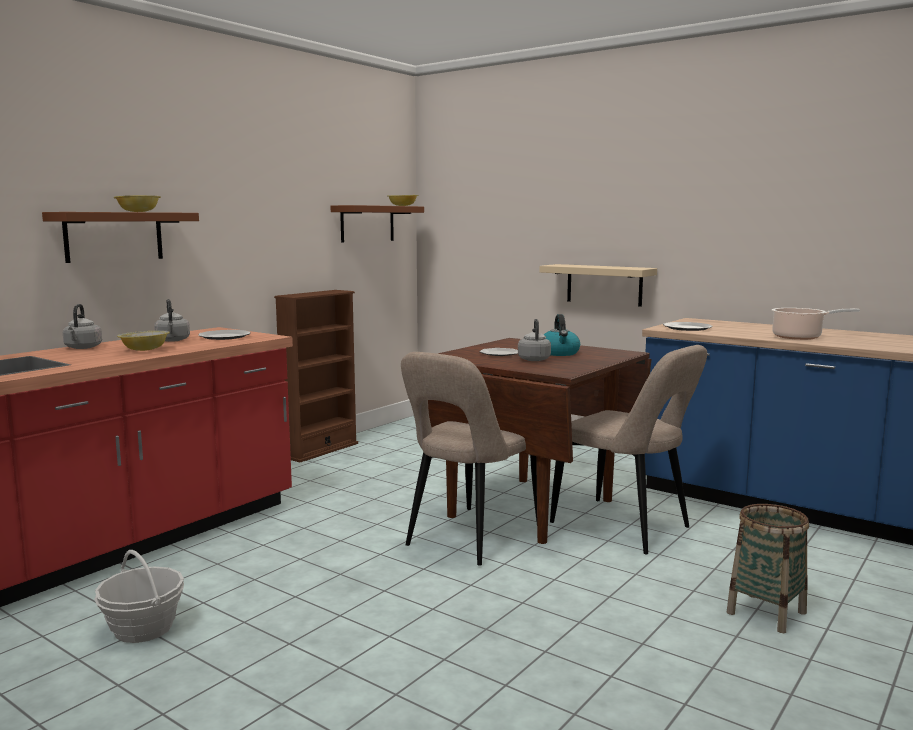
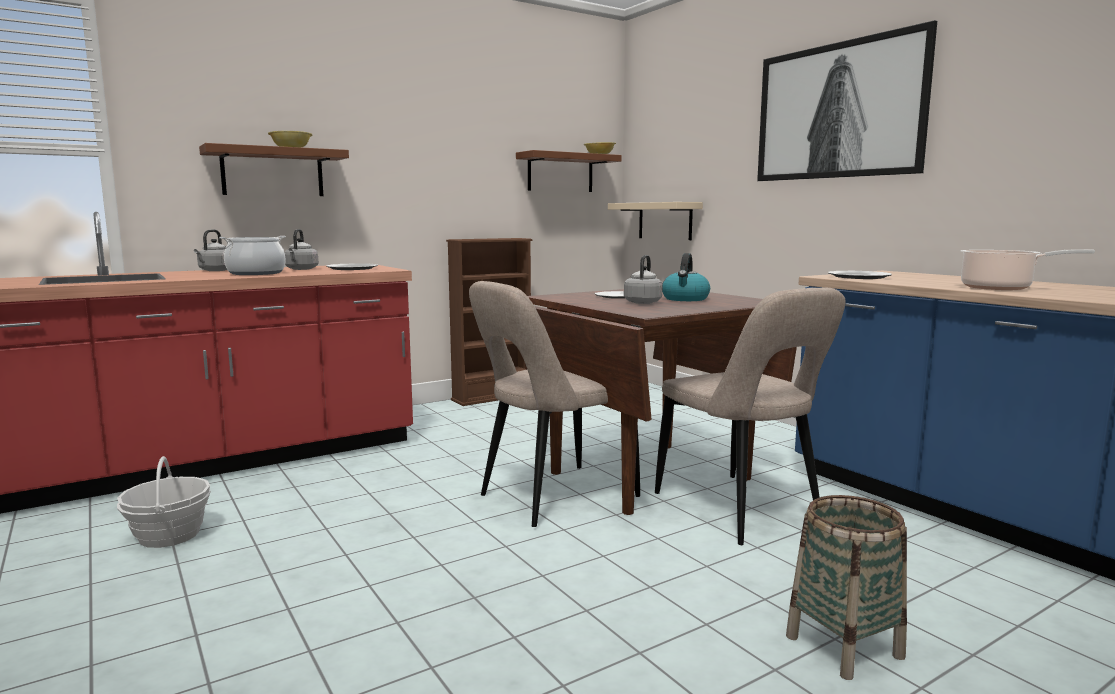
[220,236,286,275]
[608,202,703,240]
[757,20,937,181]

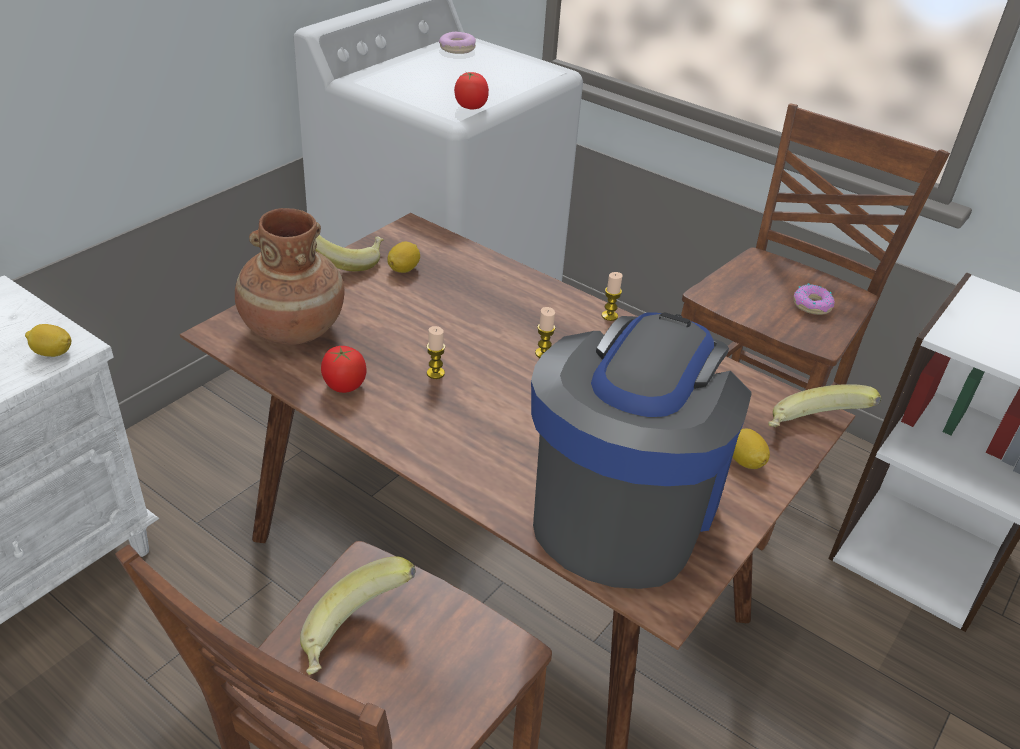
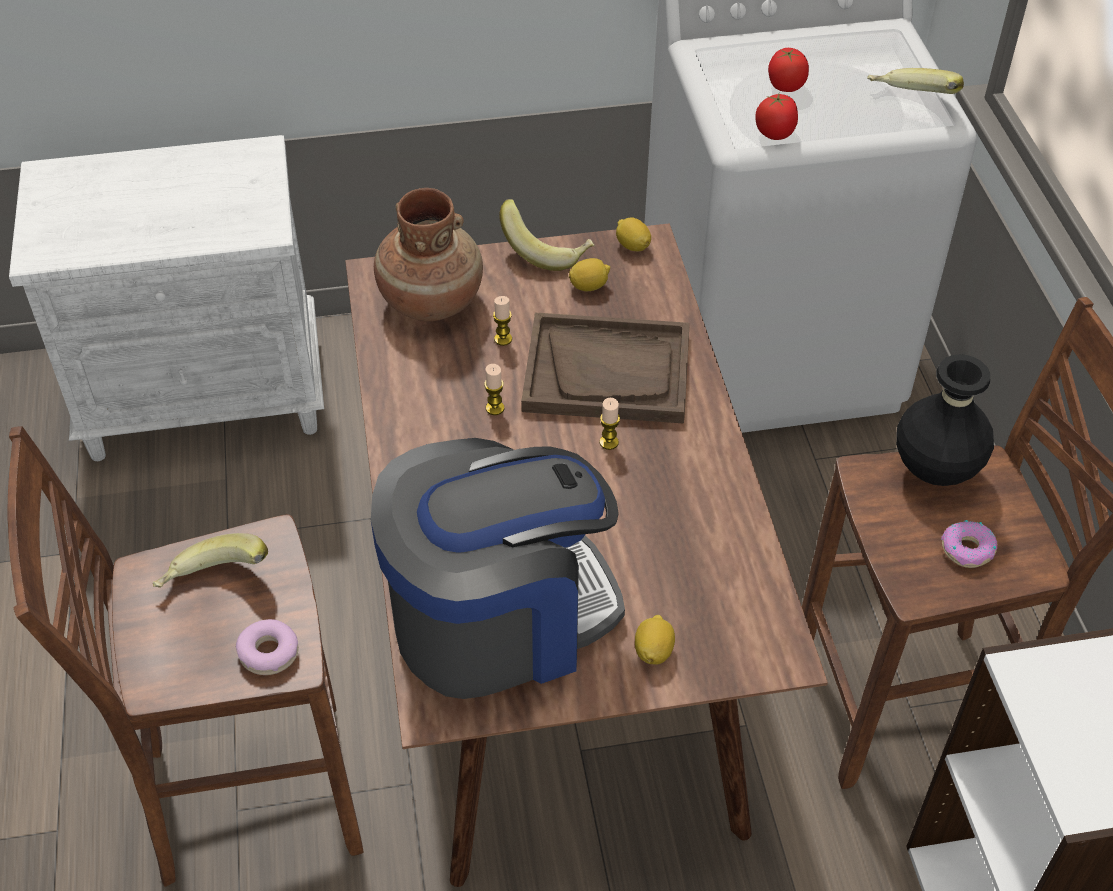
[236,619,299,675]
[493,296,512,346]
[521,313,690,424]
[616,217,651,251]
[768,48,809,92]
[867,68,964,94]
[896,354,994,486]

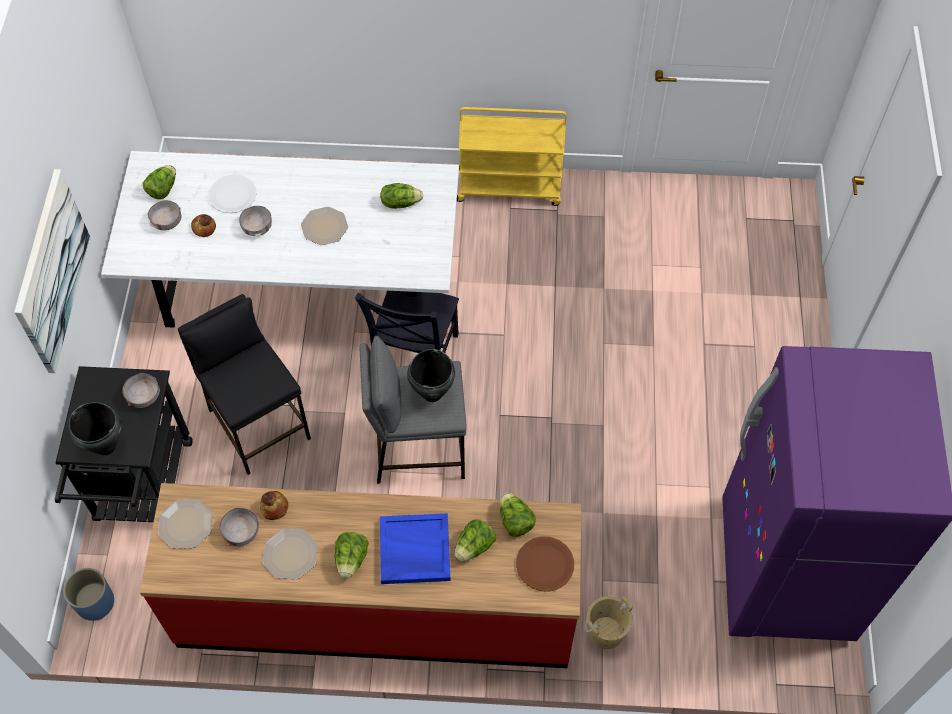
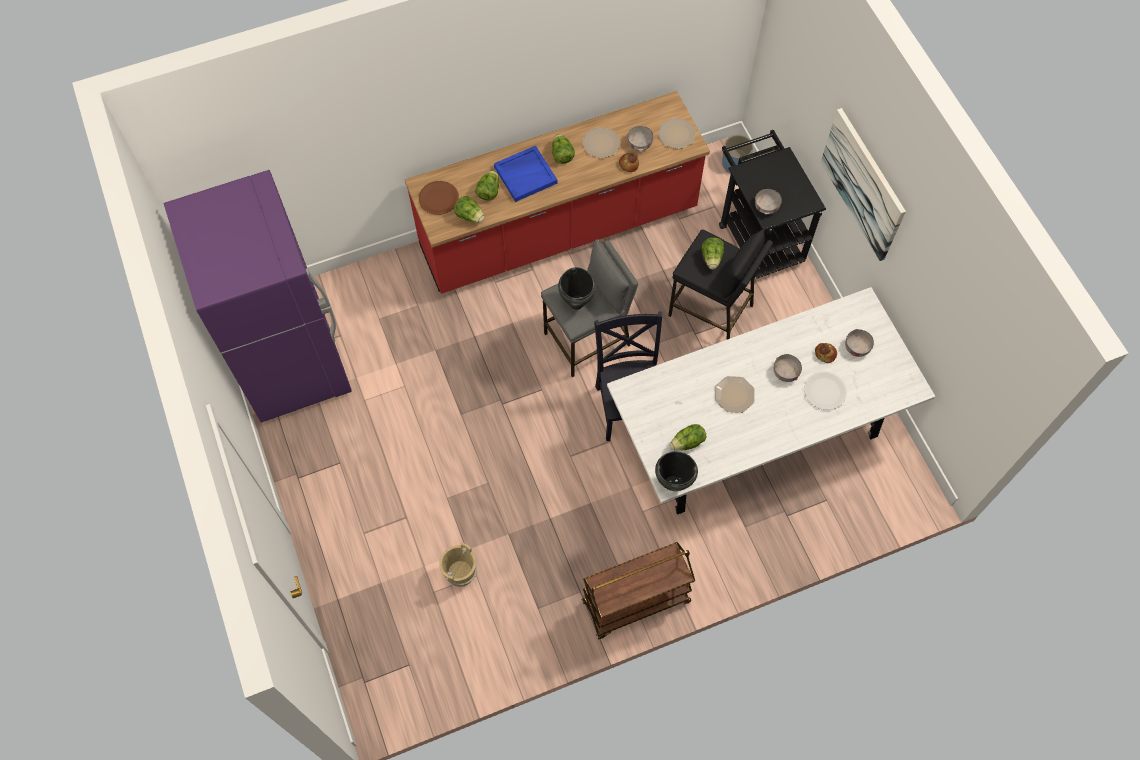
[439,543,477,587]
[582,542,695,639]
[655,451,698,491]
[701,238,724,269]

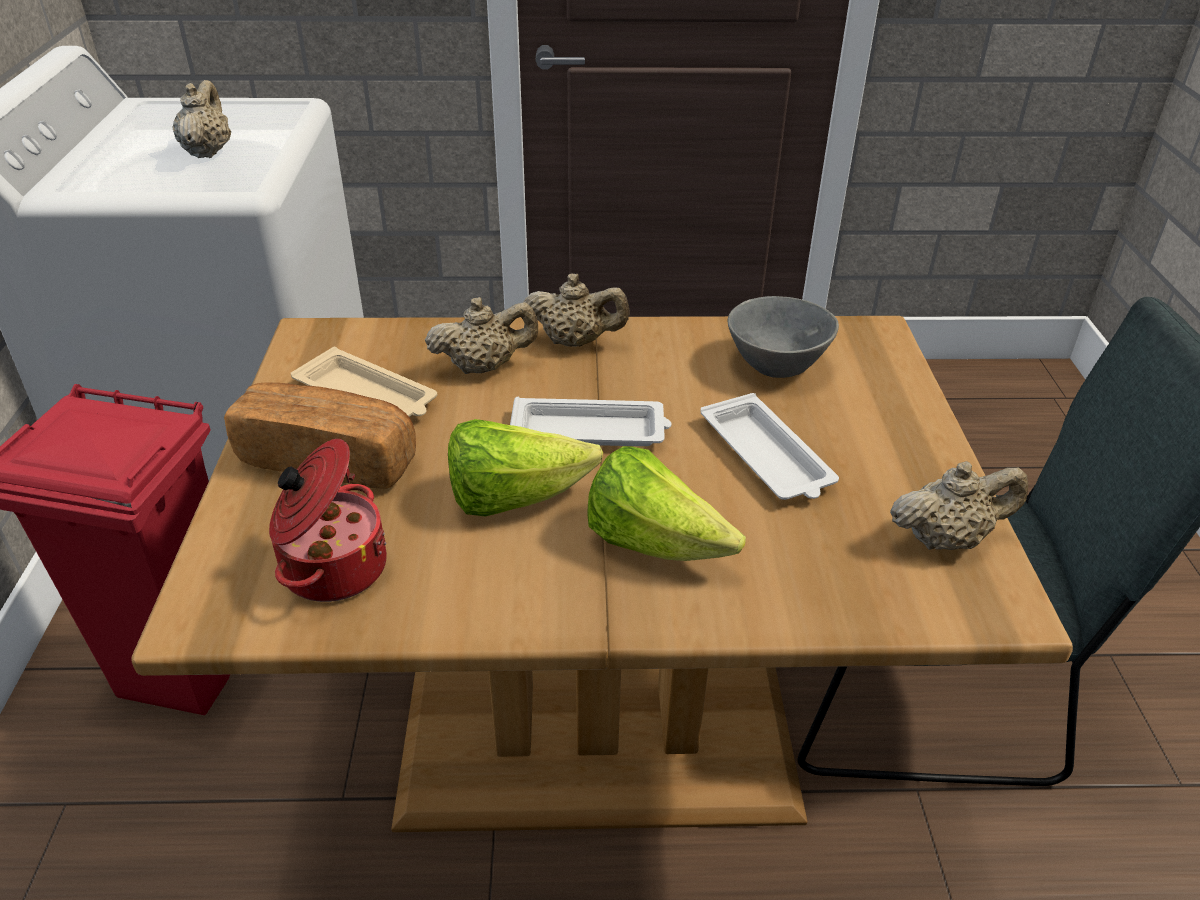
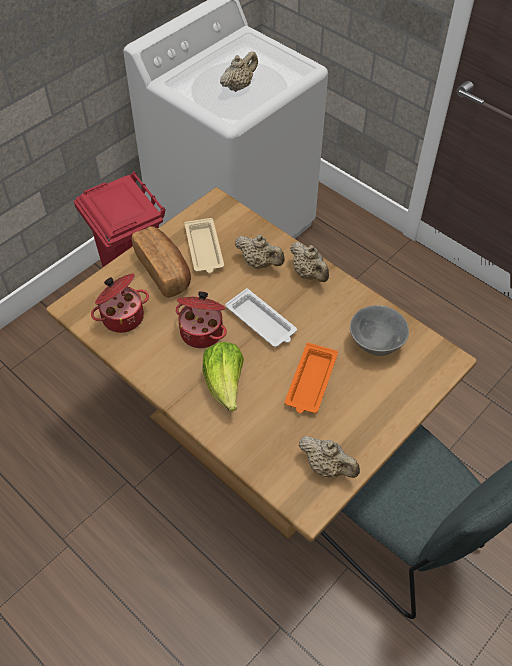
[176,291,227,348]
[285,343,338,413]

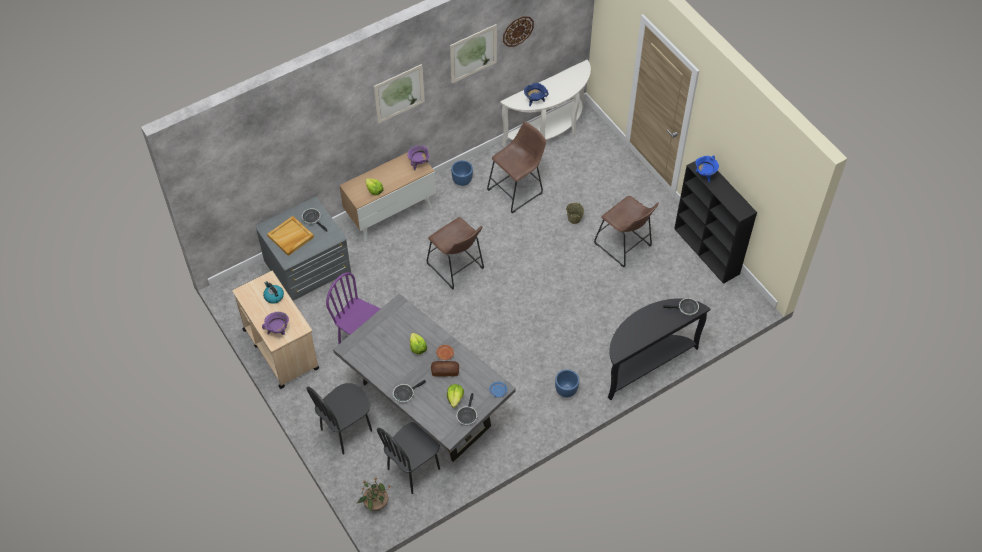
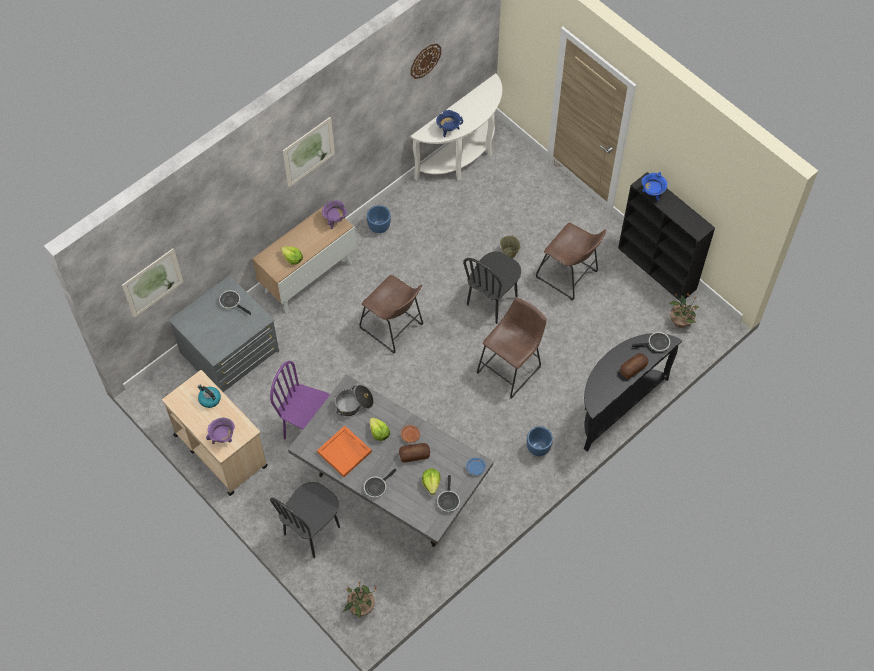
[122,248,183,318]
[317,426,372,477]
[335,385,374,416]
[463,252,521,324]
[477,297,547,398]
[620,353,648,379]
[669,293,699,328]
[267,216,314,256] (first image)

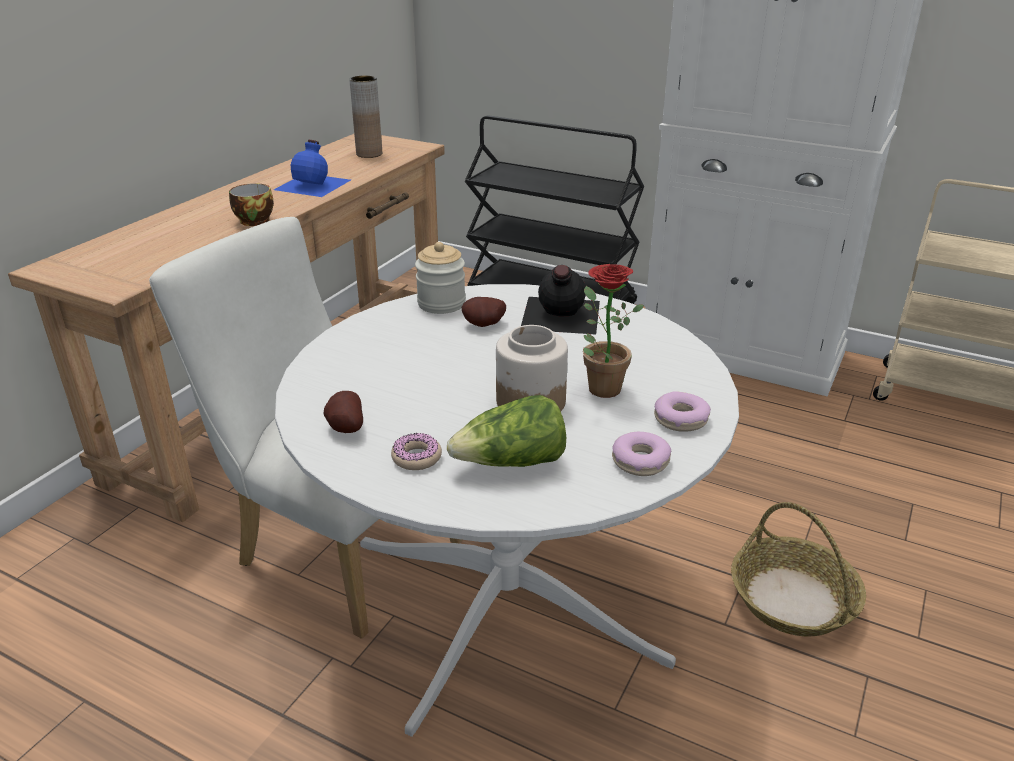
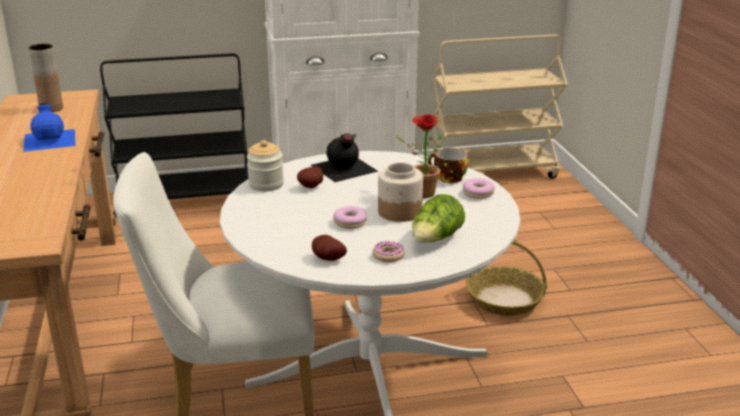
[333,206,367,229]
[427,148,469,183]

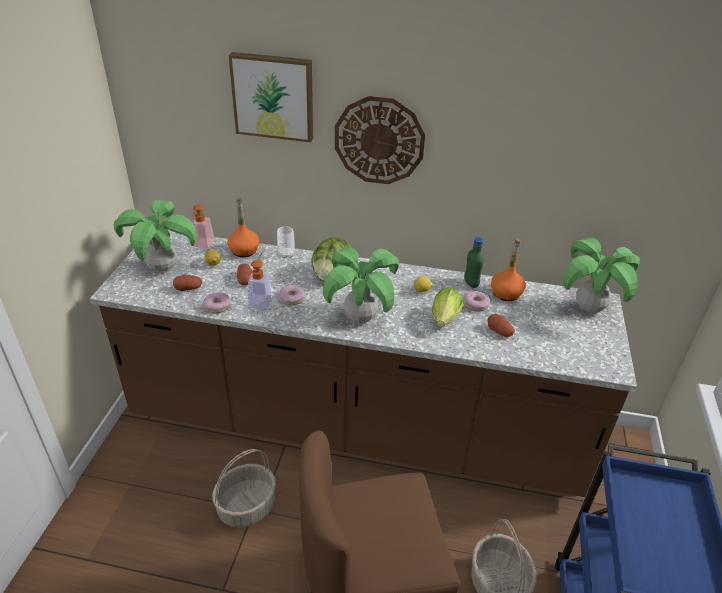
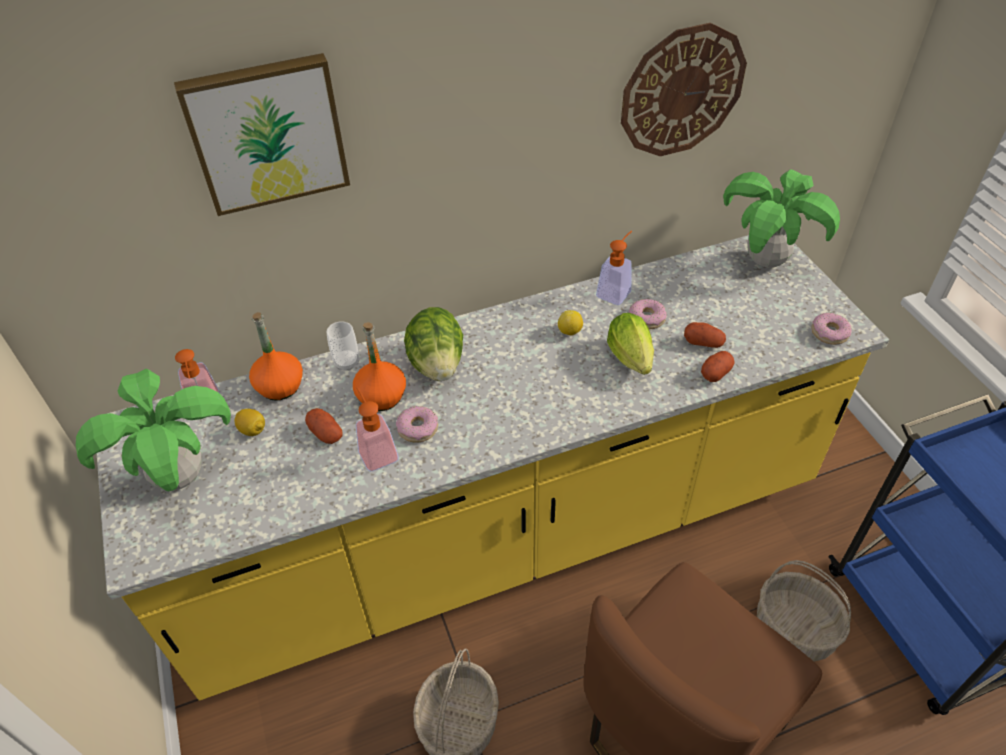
[97,235,889,701]
[353,322,406,411]
[596,231,632,305]
[621,23,747,156]
[701,351,735,382]
[811,313,852,345]
[323,247,399,323] (first image)

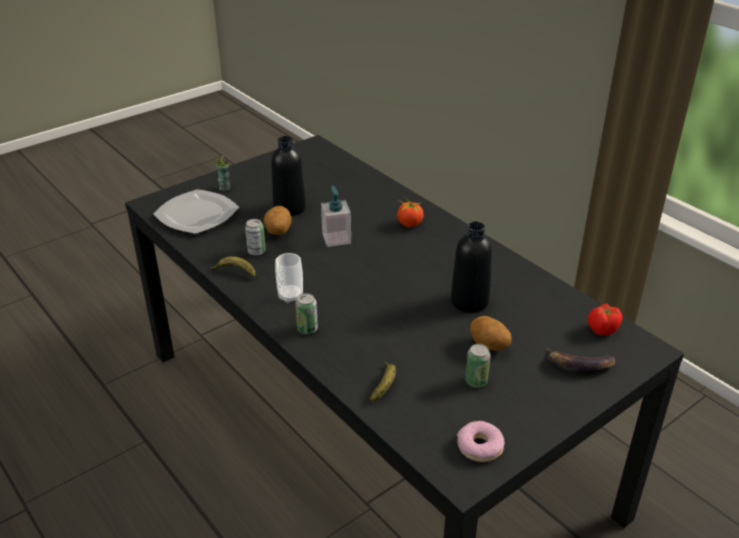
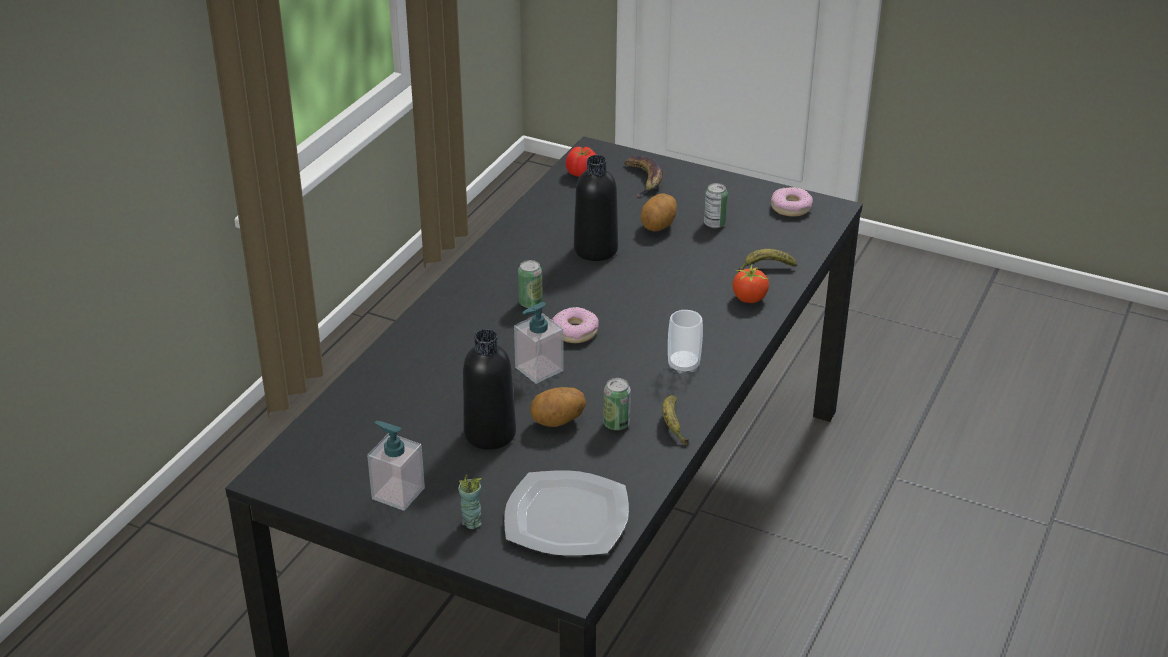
[367,421,425,511]
[518,260,543,308]
[552,307,598,343]
[732,265,769,303]

